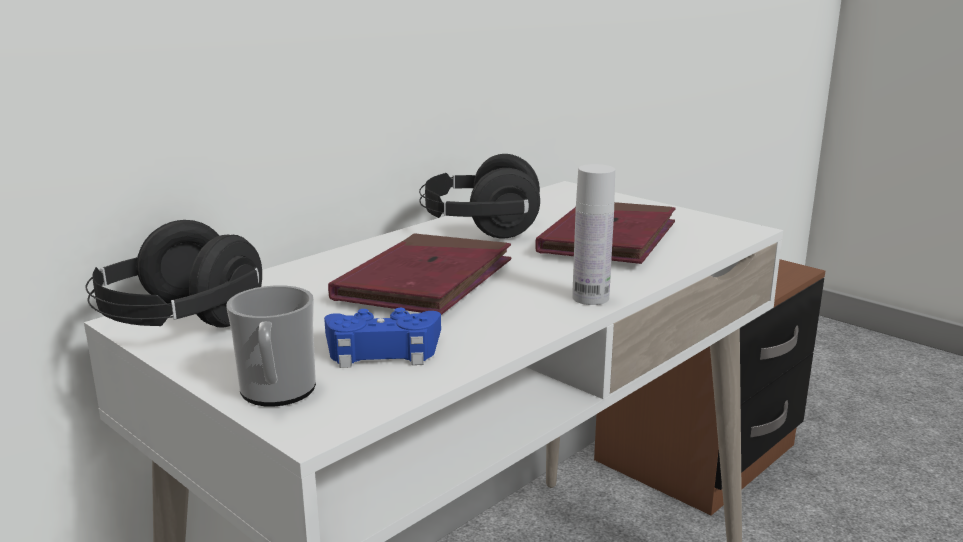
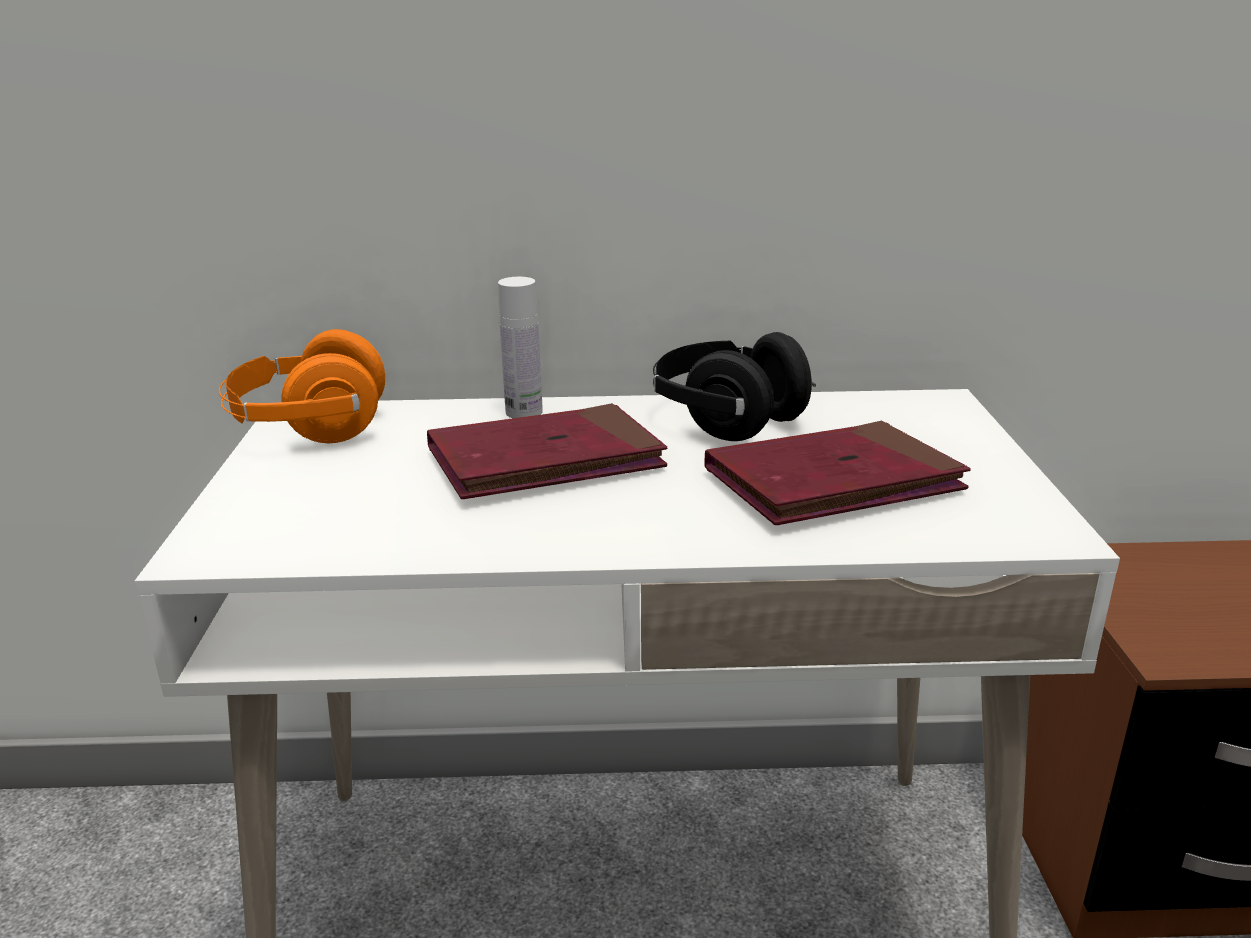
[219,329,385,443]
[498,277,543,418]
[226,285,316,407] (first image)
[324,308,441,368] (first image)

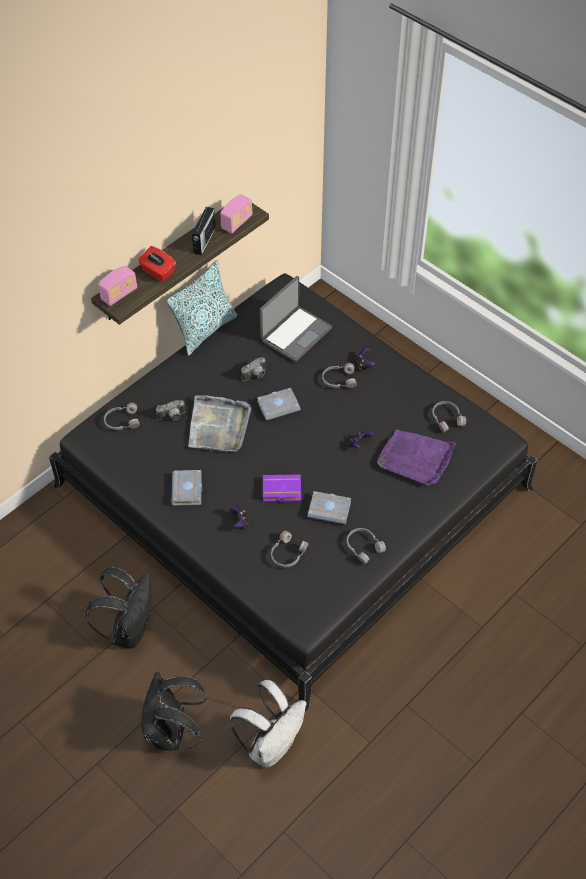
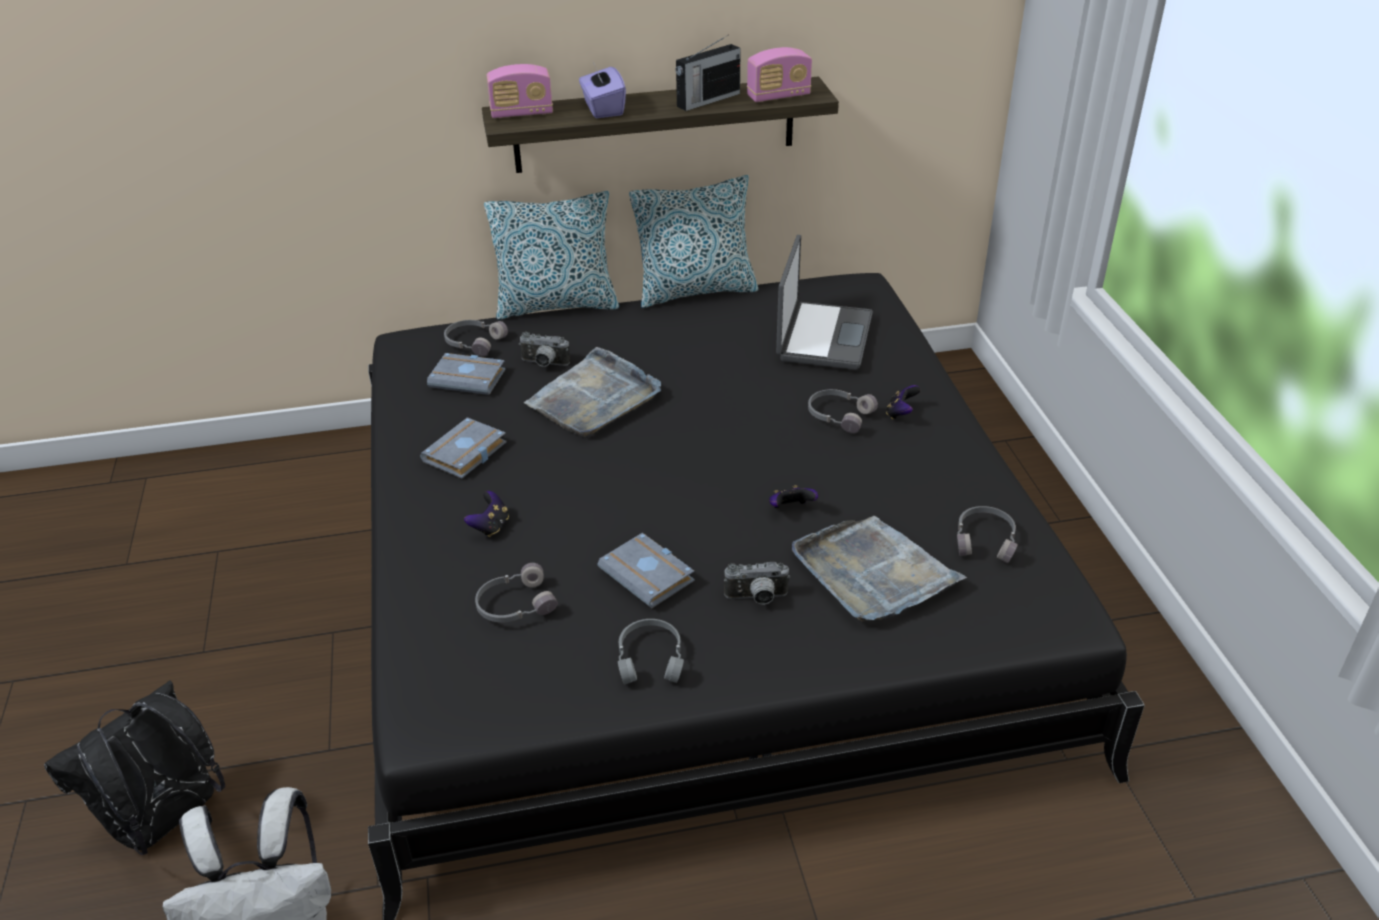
[427,353,505,395]
[484,191,619,320]
[579,62,626,118]
[724,562,790,605]
[776,235,873,370]
[792,516,967,622]
[85,567,151,648] (first image)
[263,475,301,502] (first image)

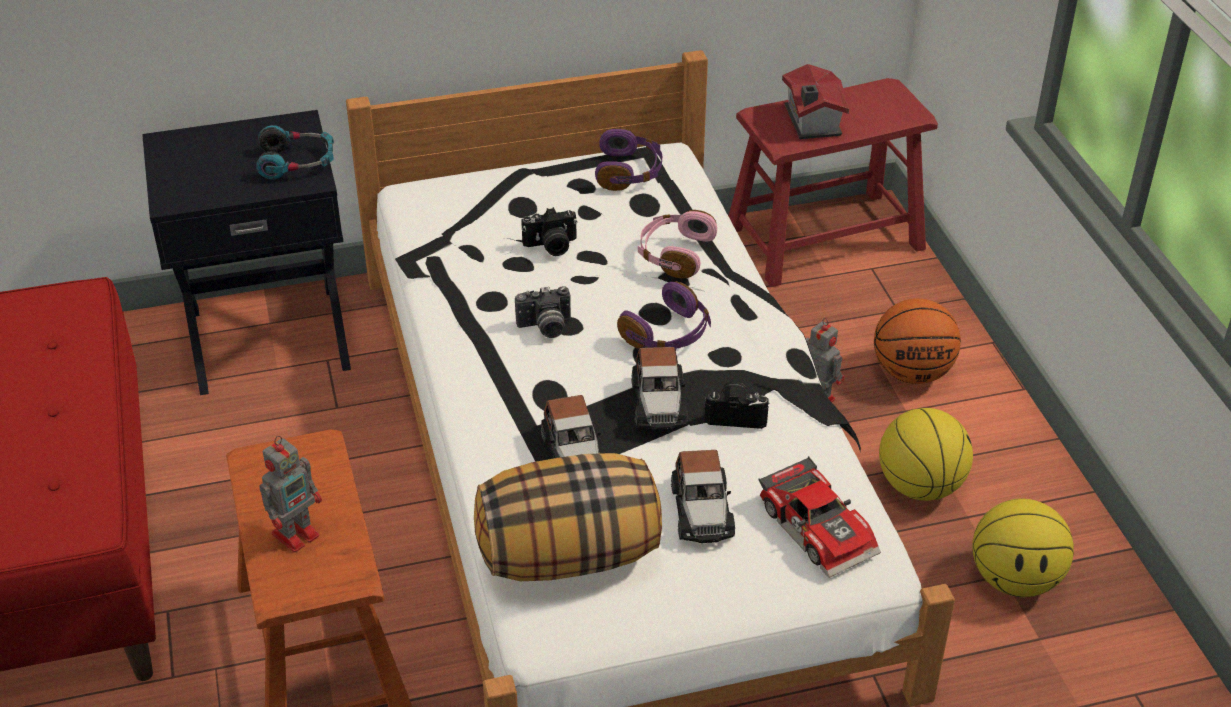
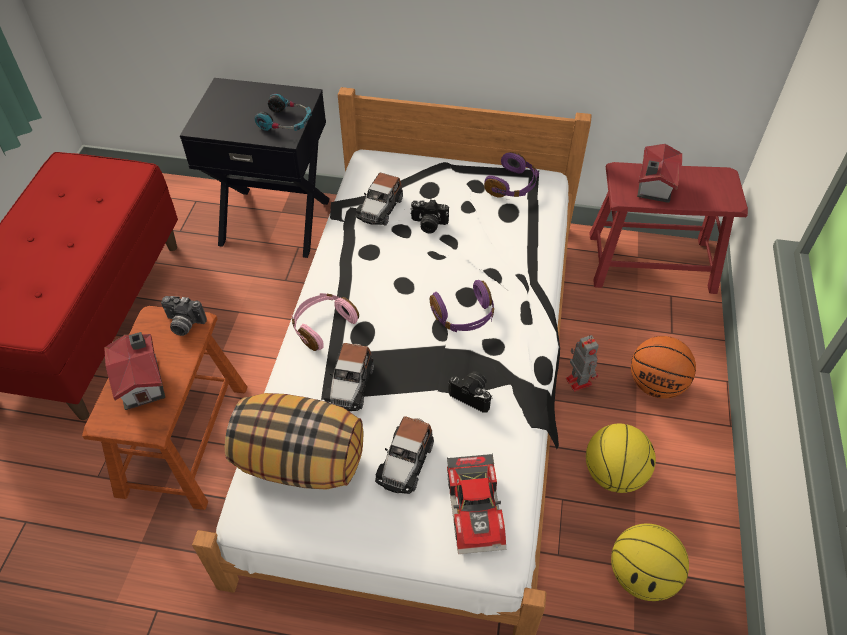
[104,332,165,410]
[161,296,207,336]
[292,293,359,351]
[356,173,403,226]

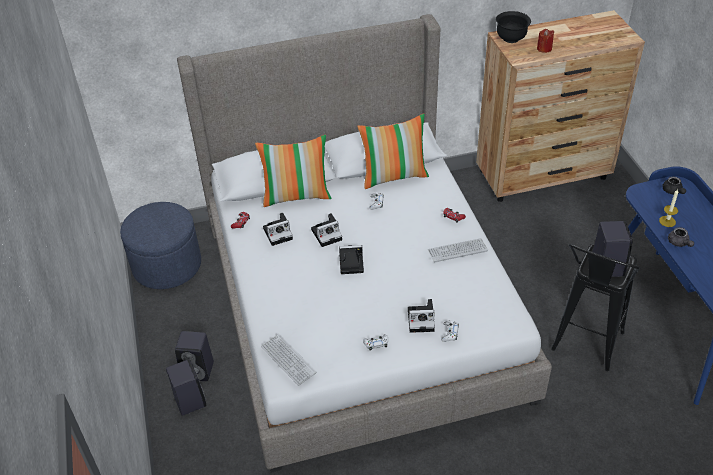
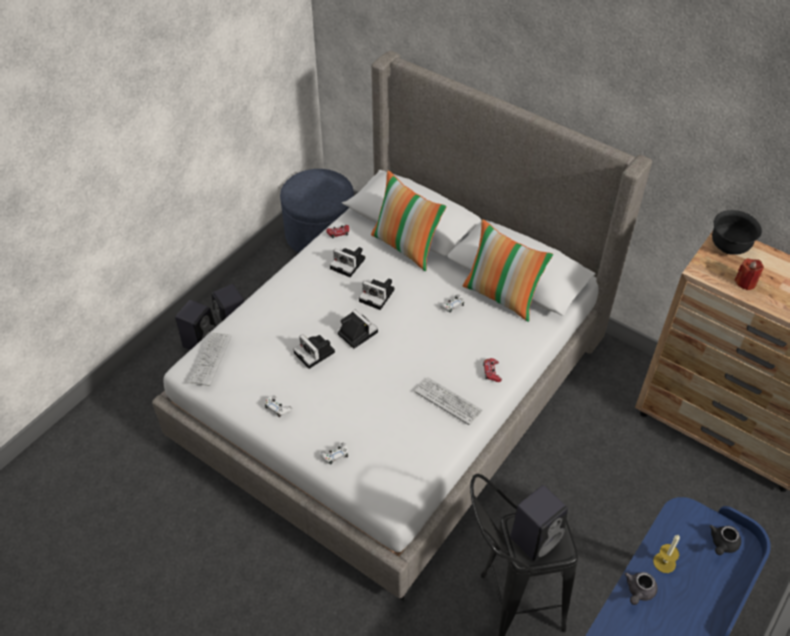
[293,334,335,369]

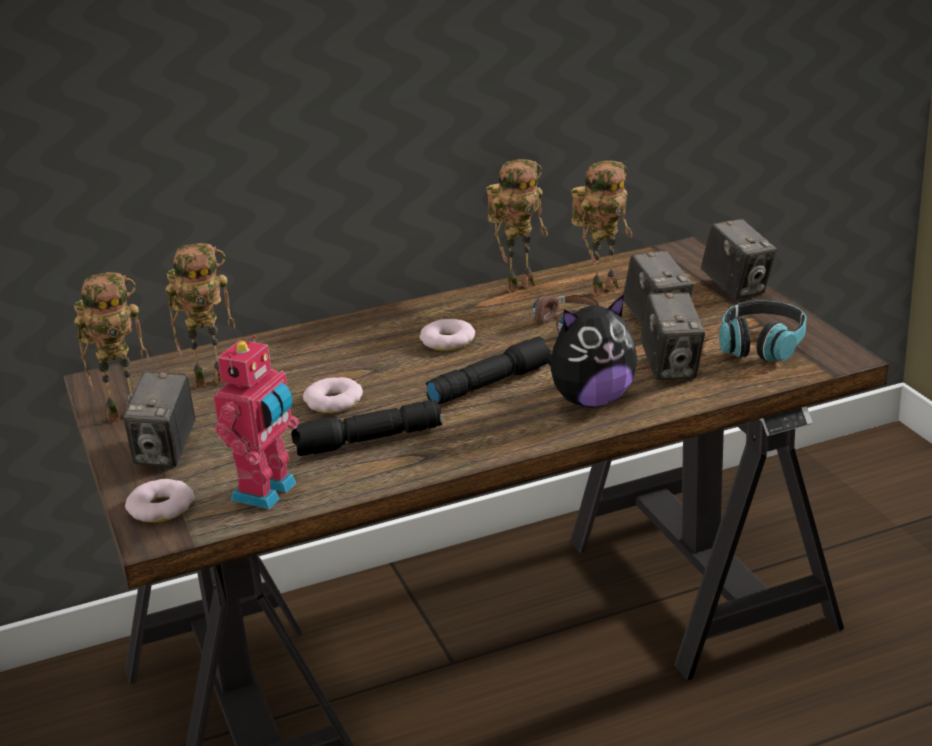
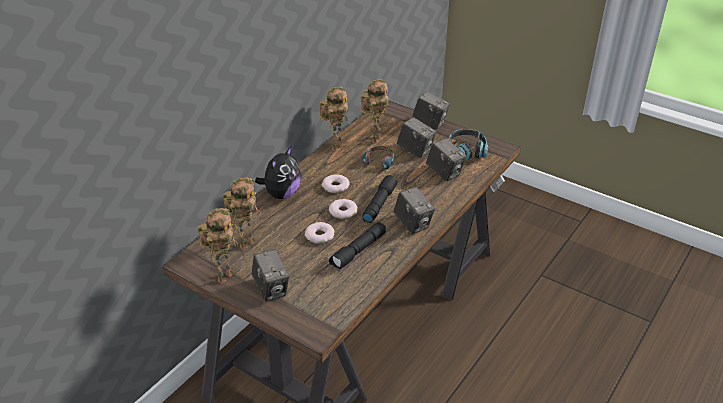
[255,146,301,199]
[329,199,358,219]
[393,187,435,234]
[213,335,299,509] (first image)

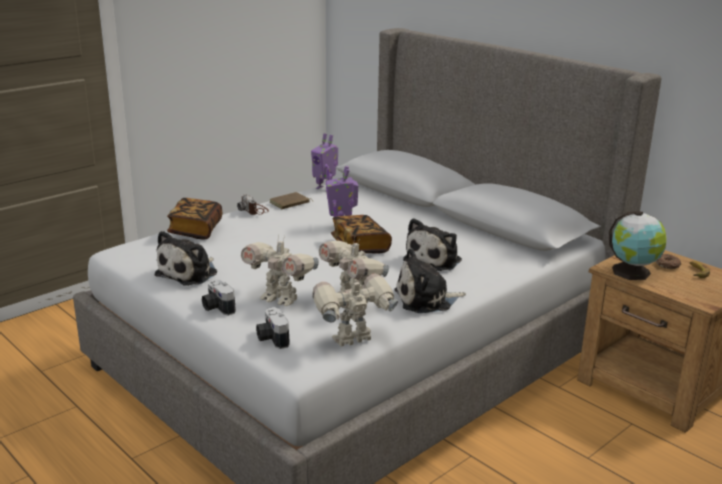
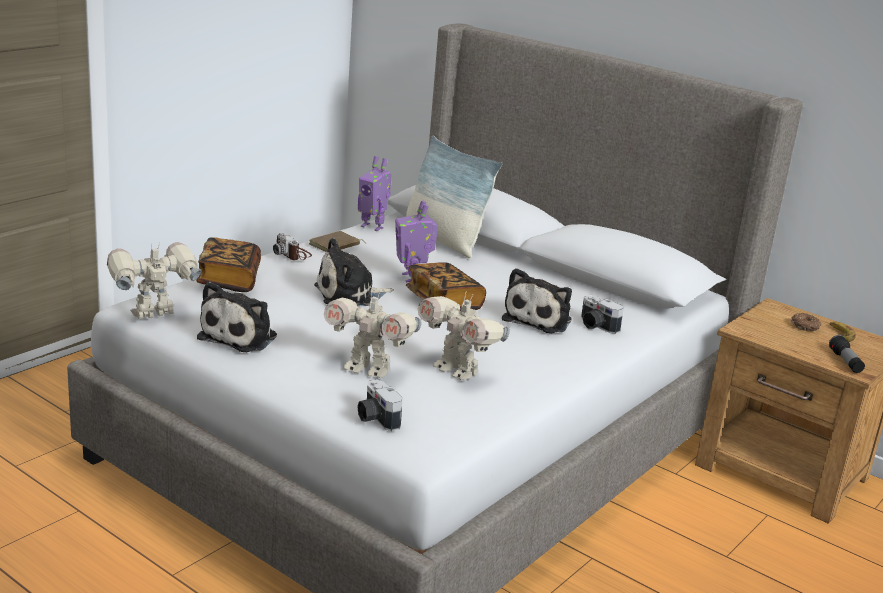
[107,242,202,319]
[314,238,394,307]
[406,136,503,258]
[581,295,624,334]
[829,335,865,373]
[609,211,666,280] (first image)

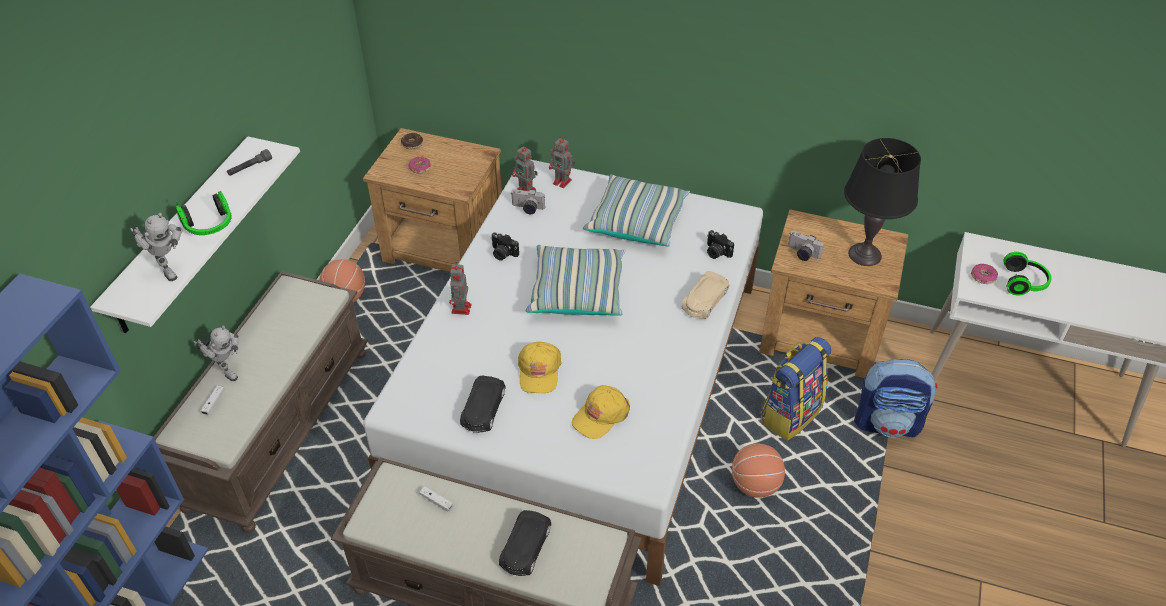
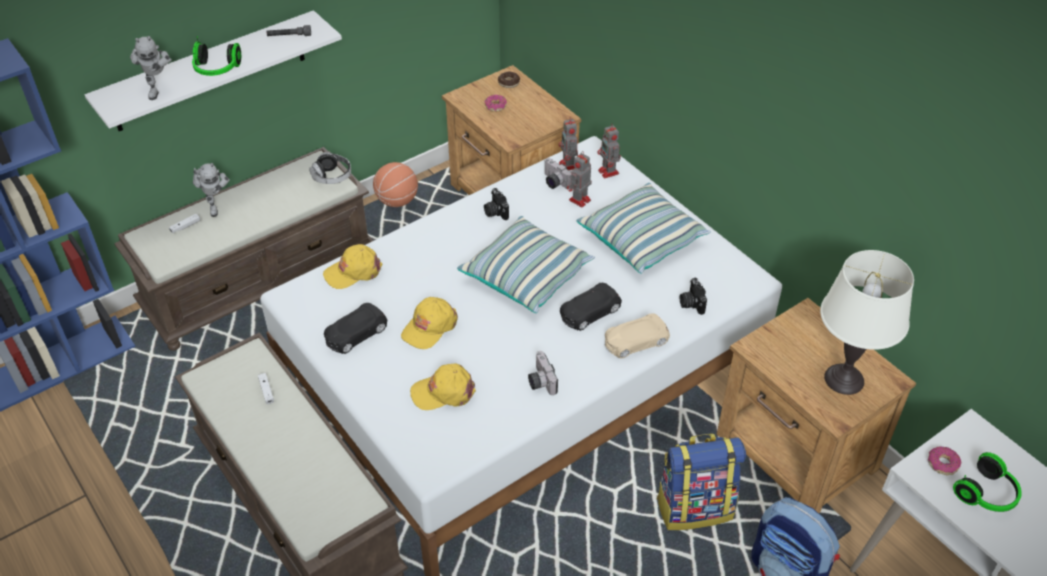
[309,152,351,184]
[323,244,382,289]
[528,351,558,395]
[560,282,622,331]
[567,152,592,207]
[820,250,914,395]
[732,444,785,498] (first image)

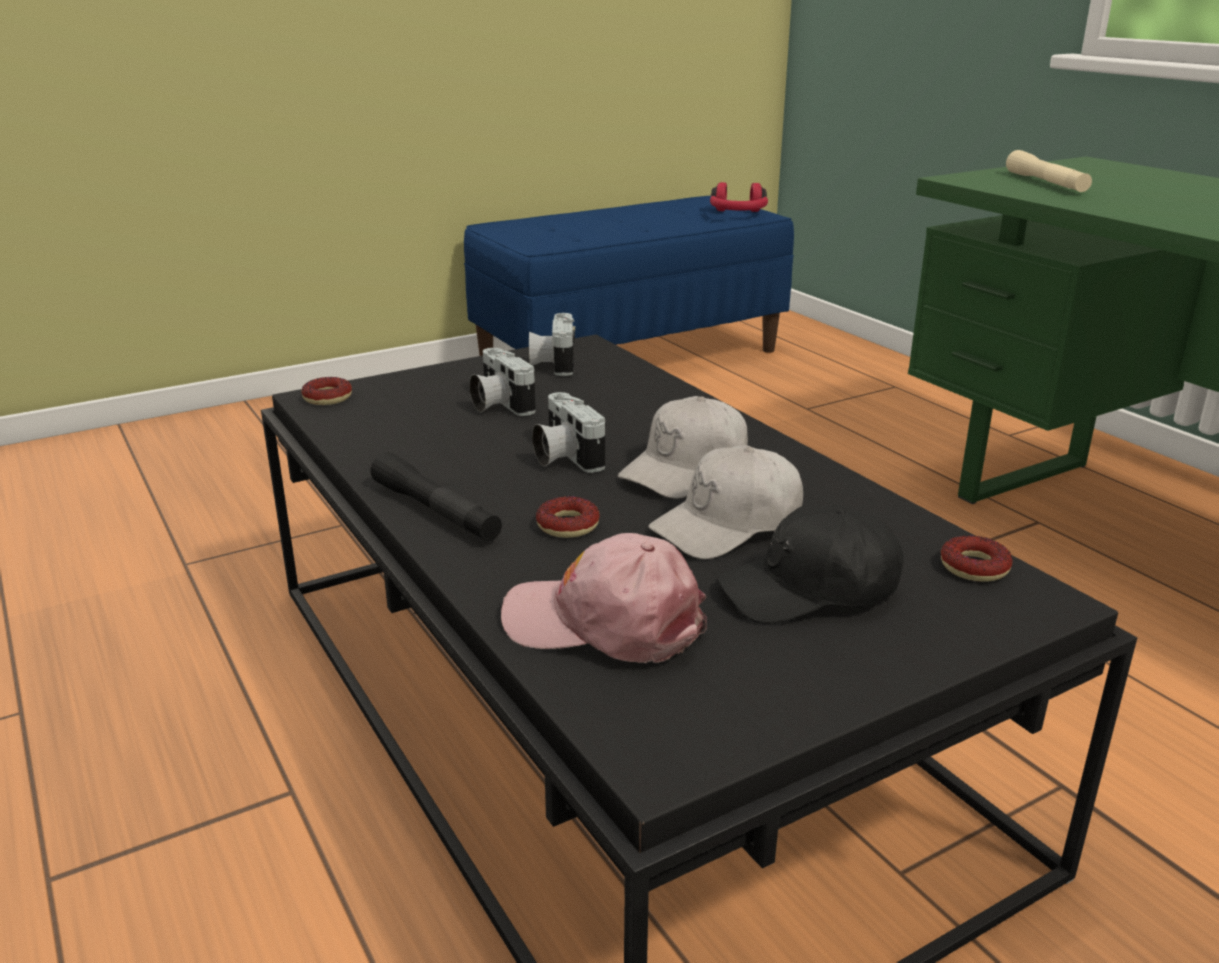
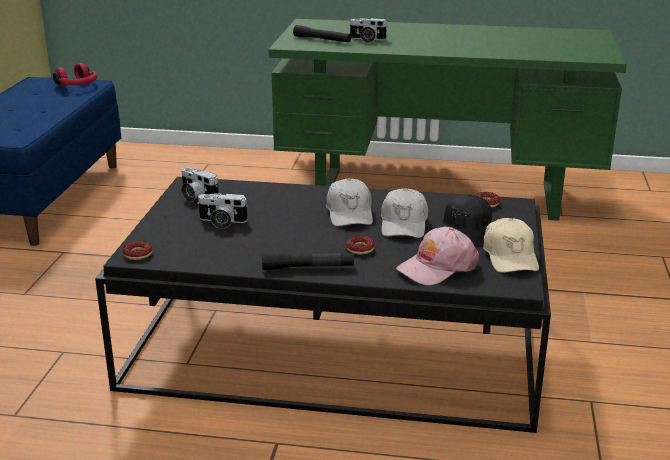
[293,25,351,43]
[350,18,388,43]
[483,218,539,273]

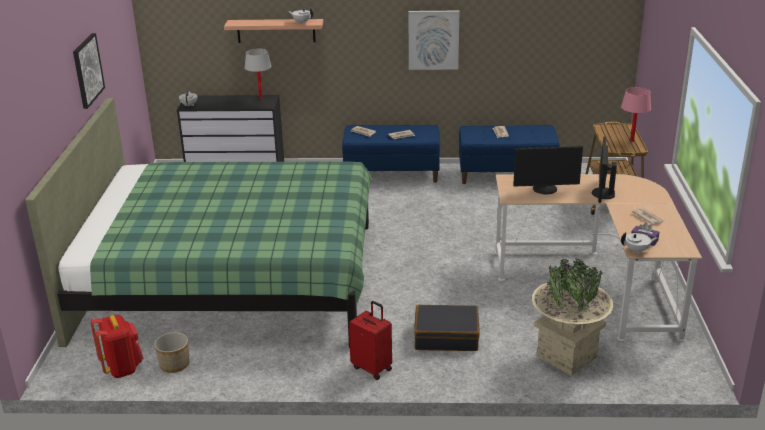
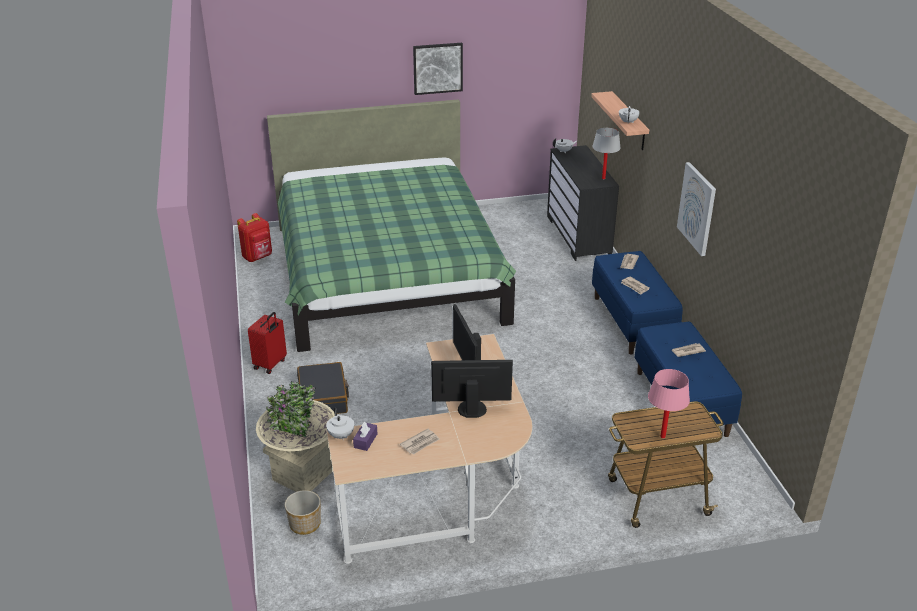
[285,490,321,535]

